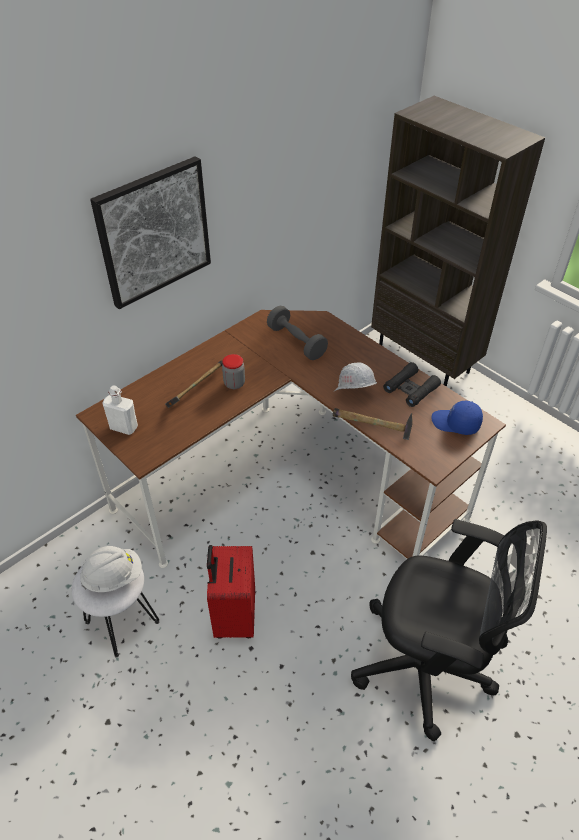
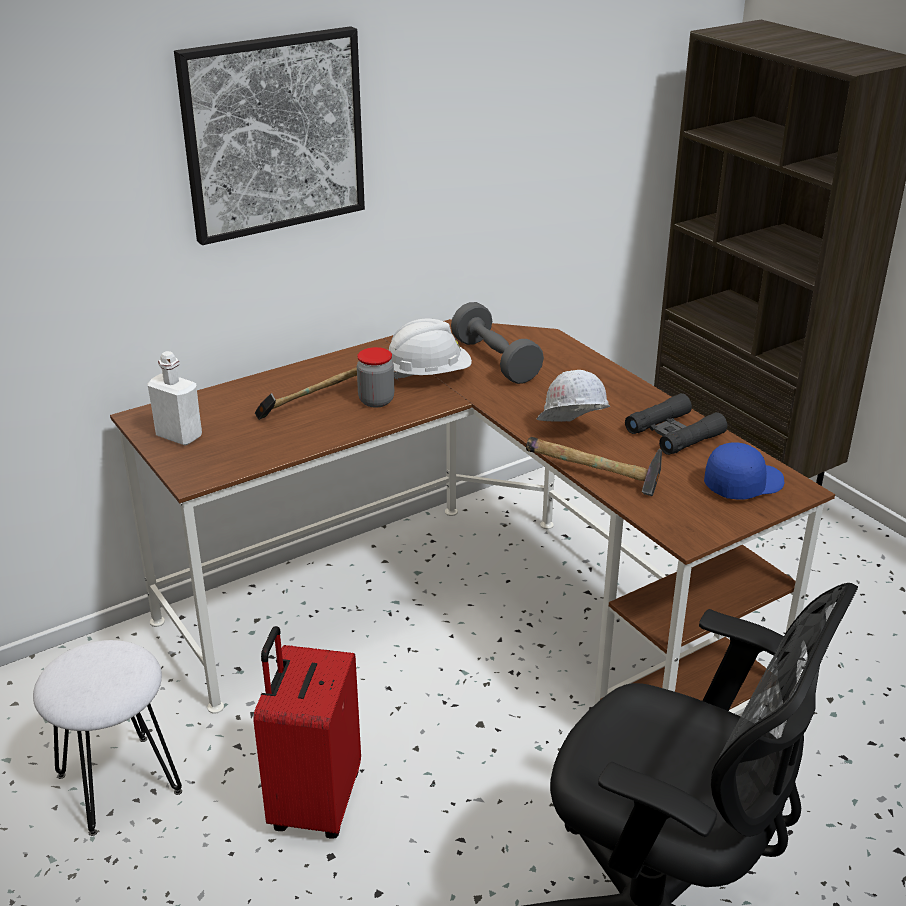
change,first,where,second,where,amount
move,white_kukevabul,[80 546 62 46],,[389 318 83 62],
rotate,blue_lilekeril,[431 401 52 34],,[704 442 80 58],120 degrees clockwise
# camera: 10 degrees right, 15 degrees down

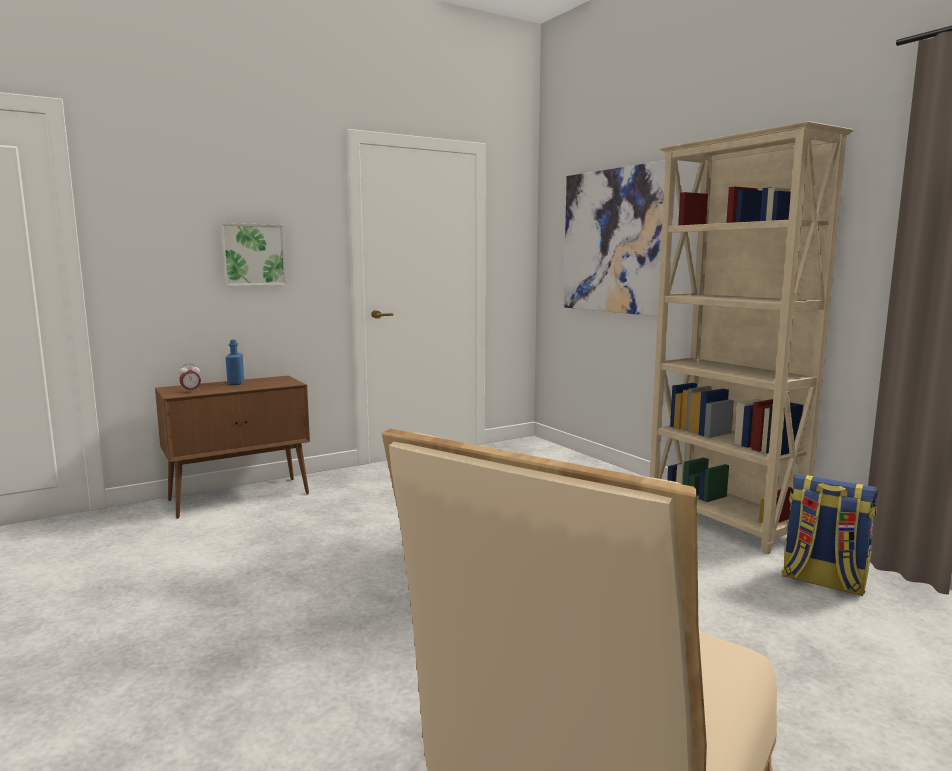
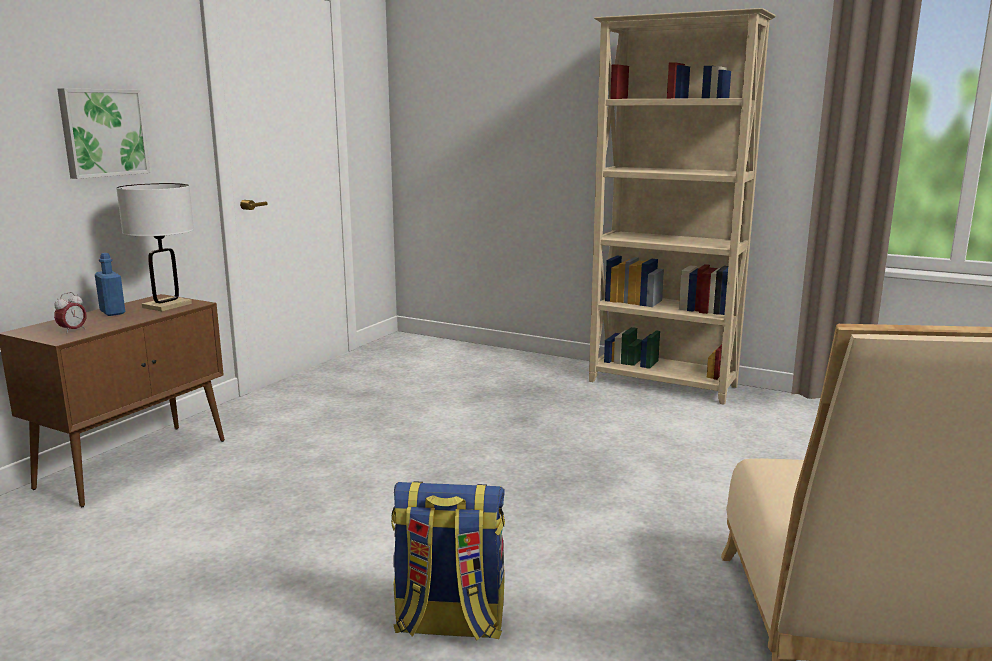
change,first,where,second,where,amount
insert,,,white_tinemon,[116 183 78 128],
move,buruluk,[781 474 97 122],,[391 481 114 159],
delete,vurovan,[563 160 102 156],,,
# camera: 30 degrees left, 5 degrees up

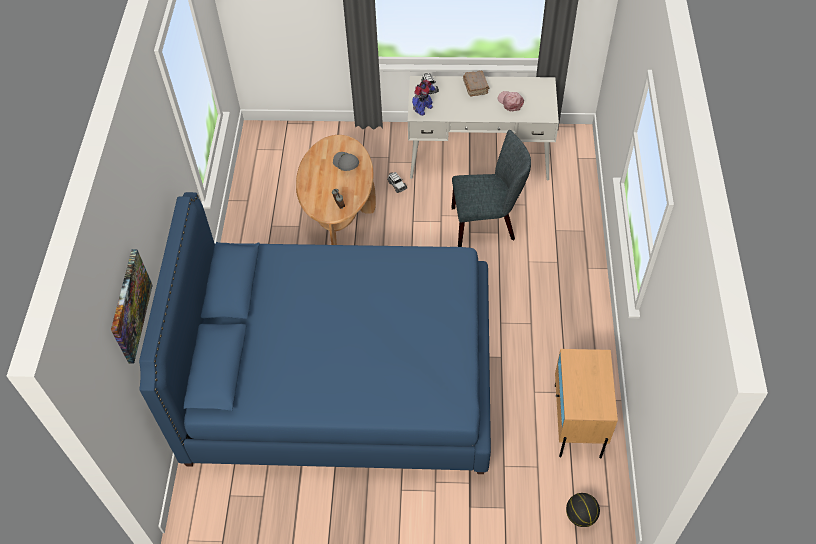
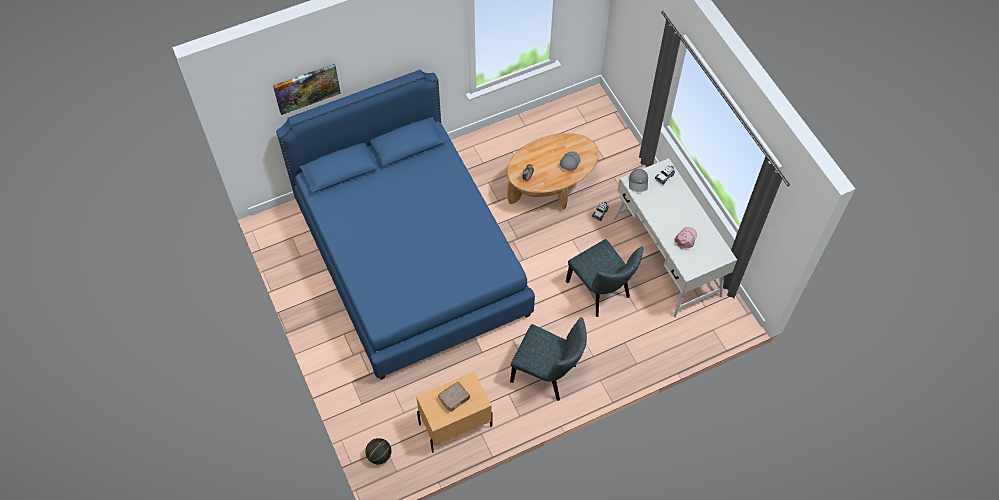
change,first,where,second,where,amount
move,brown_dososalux,[463 71 26 25],,[438 382 32 30],
insert,,,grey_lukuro,[510 317 77 84],
replace,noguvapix,[412 80 25 36],grey_lilekeril,[629 169 19 23],
# camera: 60 degrees right, 5 degrees up

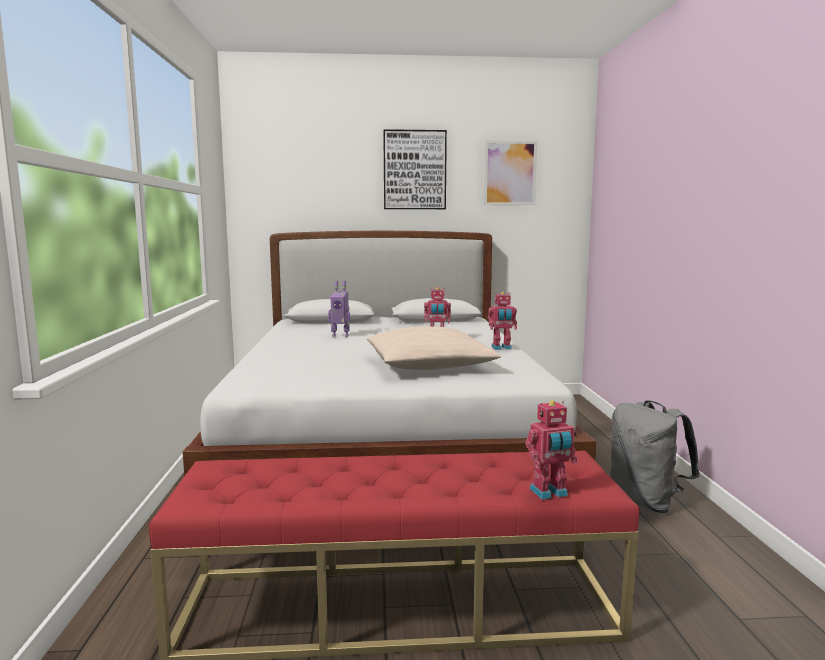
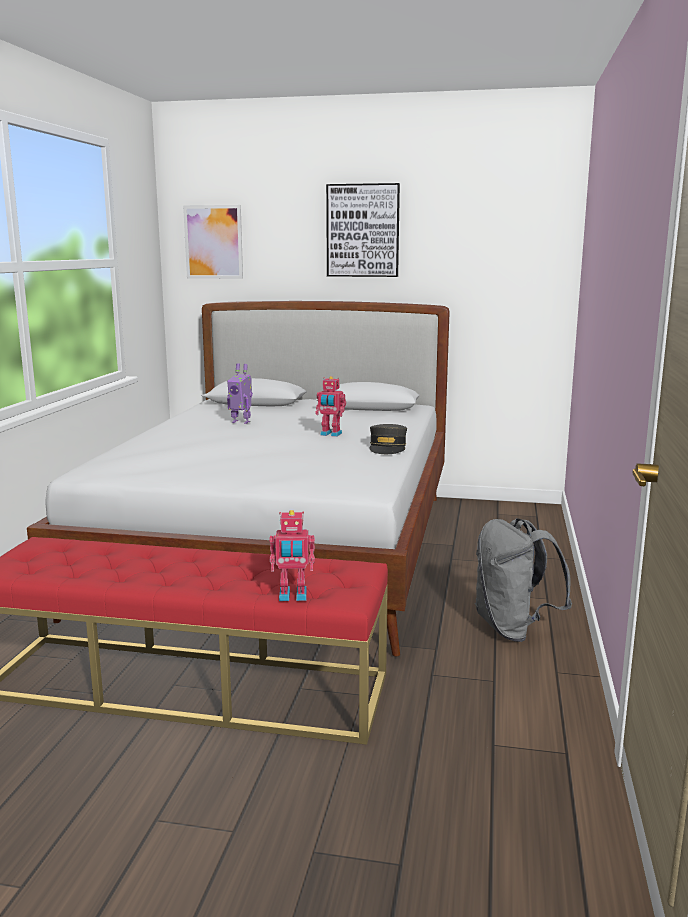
change,first,where,second,where,amount
move,vurovan,[484 140 53 65],,[183 205 60 74],
replace,noguvapix,[488 292 29 58],grey_lilekeril,[369 424 38 30],
delete,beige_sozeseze,[367 326 134 44],,,
# camera: 15 degrees right, 5 degrees up

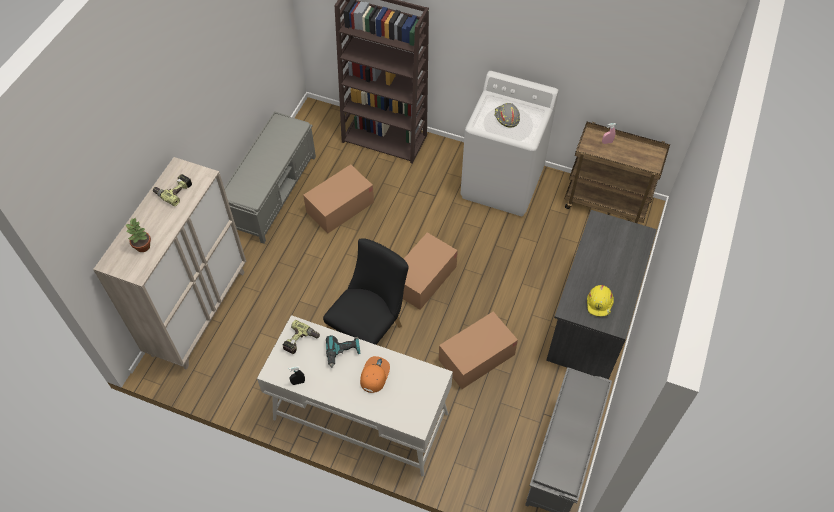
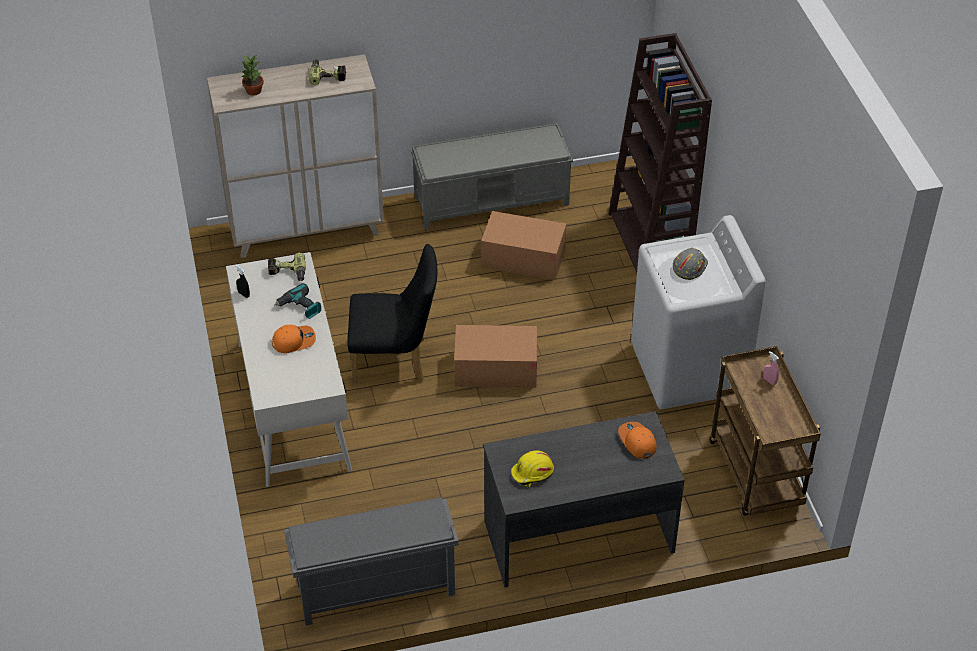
change,first,where,second,where,amount
insert,,,orange_lilekeril,[618 422 39 37],
delete,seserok,[439 312 79 77],,,
# camera: 55 degrees right, 10 degrees down

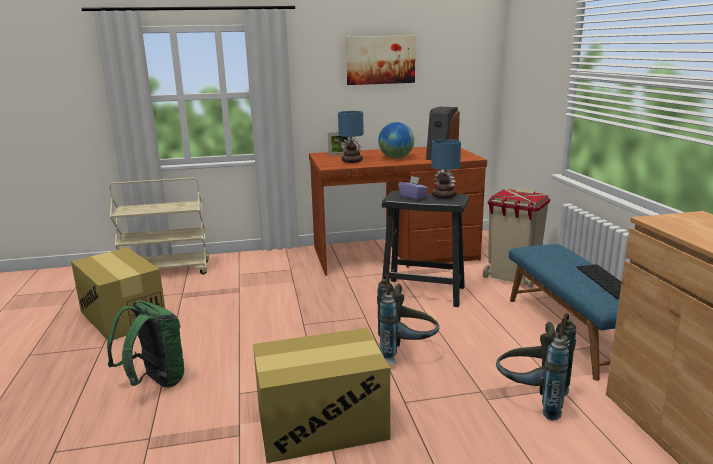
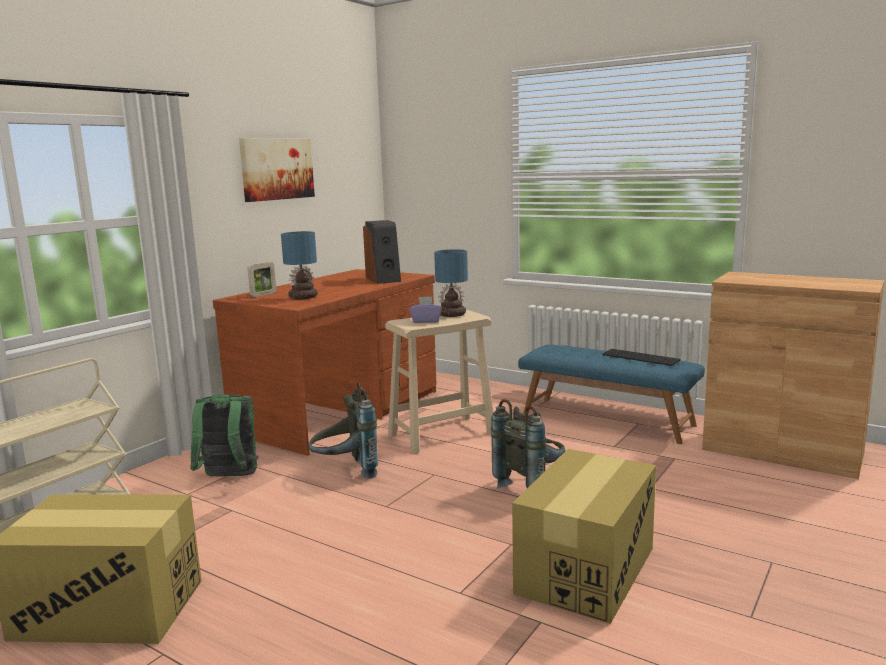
change,first,where,second,where,amount
move,green_buruluk,[107 301 77 87],,[190 394 68 83],
move,grey_buruluk,[496 313 80 108],,[308 382 70 97],
recolor,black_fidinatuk,[382 191 87 116],beige_fidinatuk,[385 310 108 144],
delete,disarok,[378 122 36 37],,,
delete,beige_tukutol,[483 189 67 99],,,
# camera: 45 degrees left, 5 degrees down

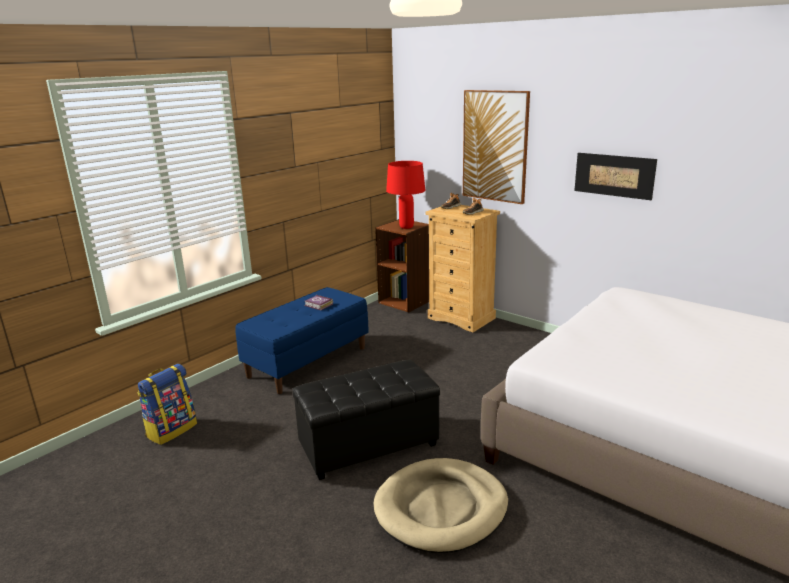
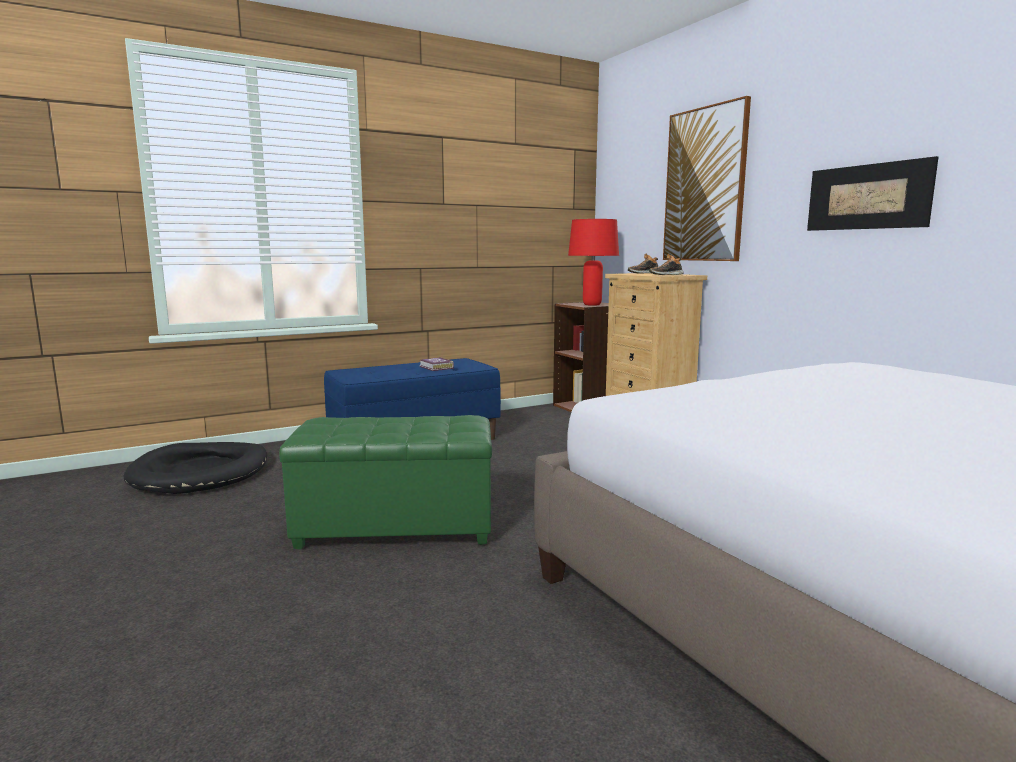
change,first,where,second,where,amount
replace,buruluk,[137 364 60 81],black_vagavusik,[124 442 143 52],
recolor,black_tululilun,[292 360 148 120],green_tululilun,[279 415 213 134],
delete,beige_vagavusik,[373 458 135 95],,,
# camera: 20 degrees right, 10 degrees down

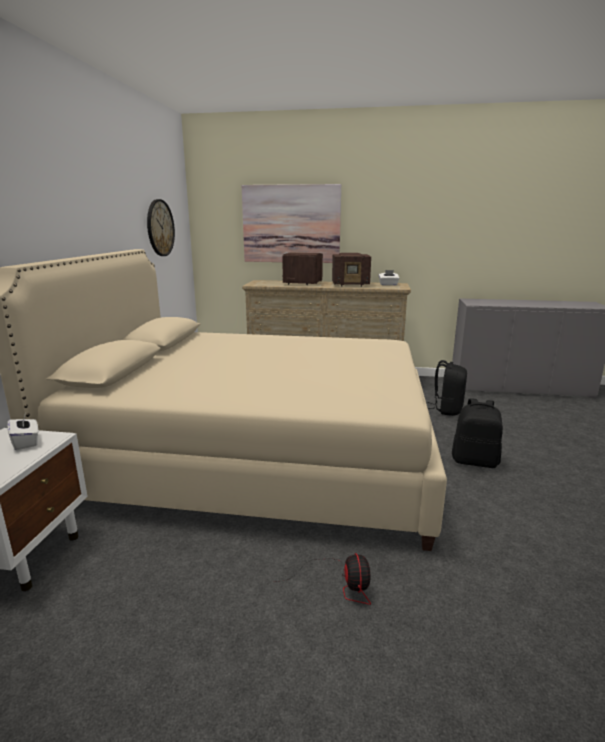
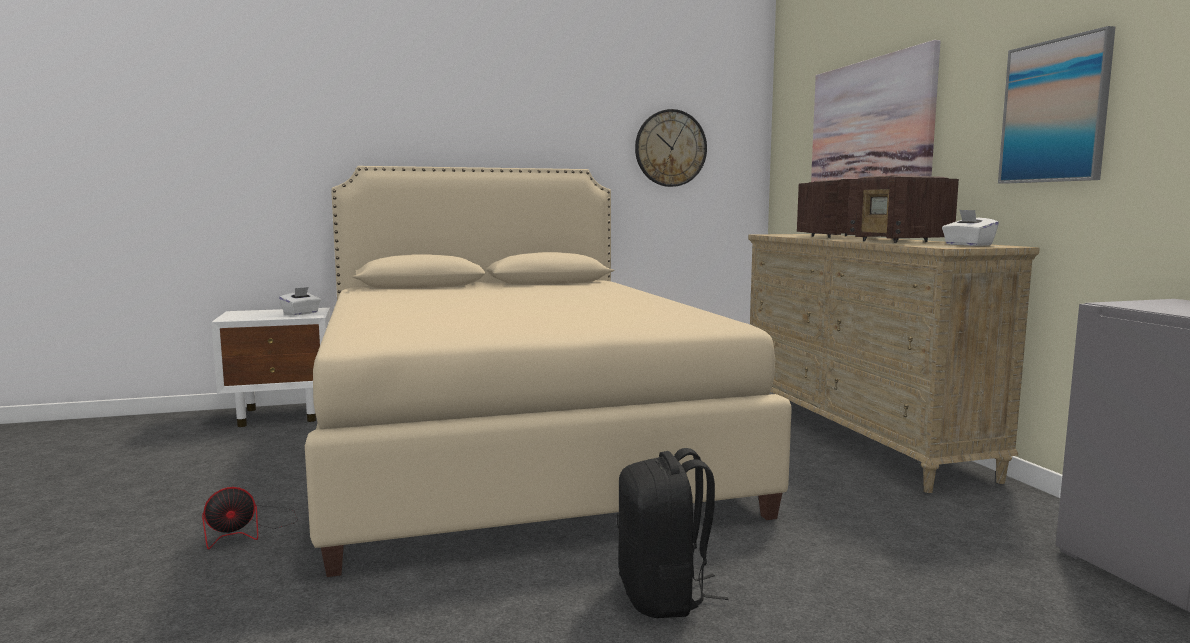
change,first,where,second,where,amount
insert,,,vurovan,[998 26 118 158],
delete,black_buruluk,[428 360 39 56],,,
# camera: 65 degrees right, 10 degrees down

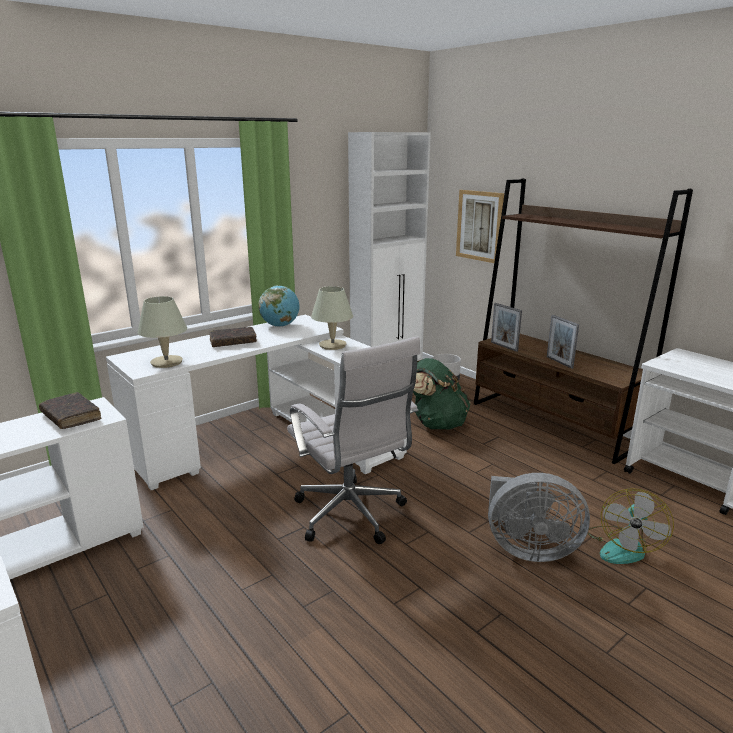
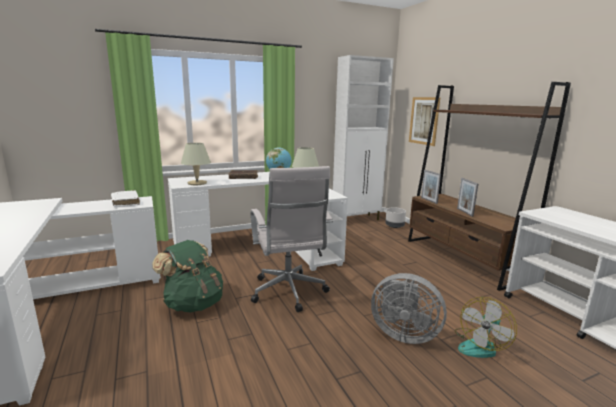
change,first,where,second,where,amount
recolor,brown_dososalux,[39 392 62 37],white_dososalux,[111 190 29 17],
move,green_buruluk,[413 358 58 71],,[152 240 71 72],
# camera: 15 degrees right, 5 degrees down

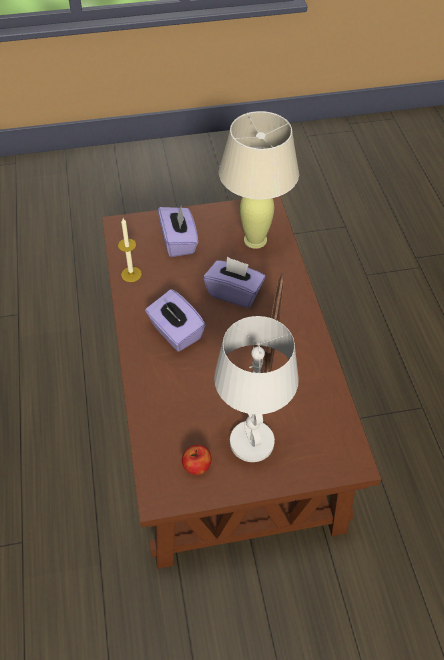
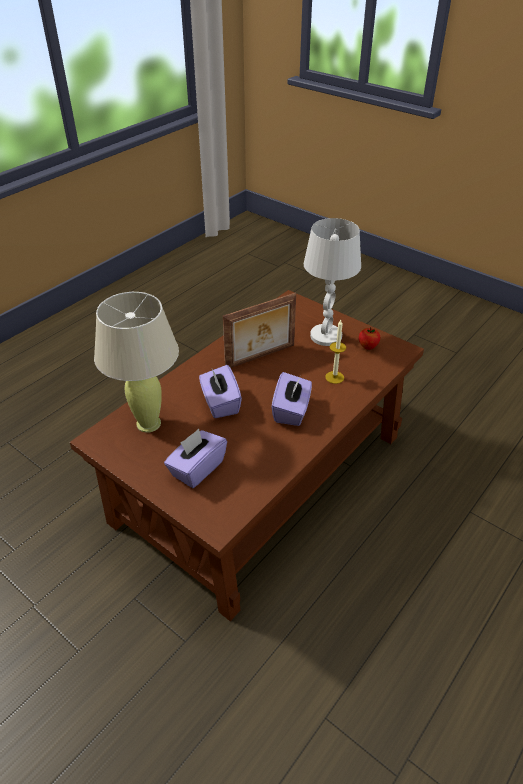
change,first,where,second,where,amount
move,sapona,[118 218 24 64],,[325 320 21 64],
# camera: 130 degrees left, 10 degrees down

